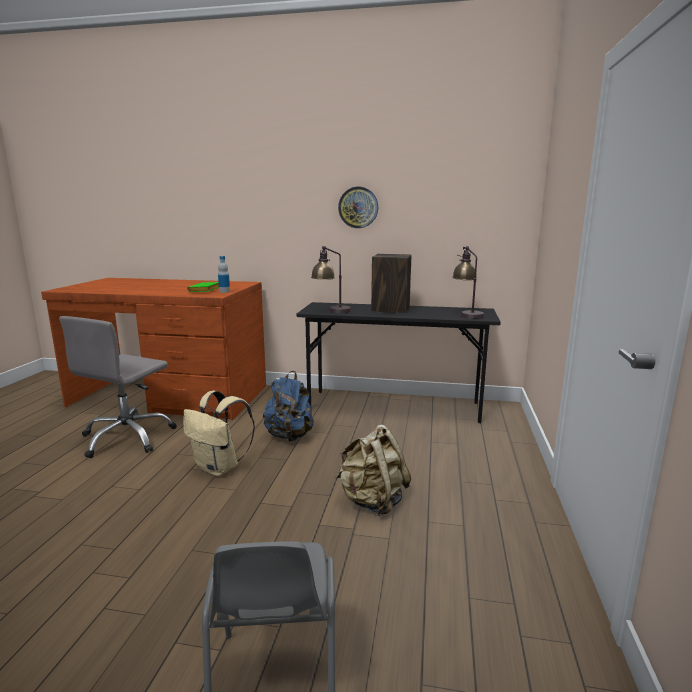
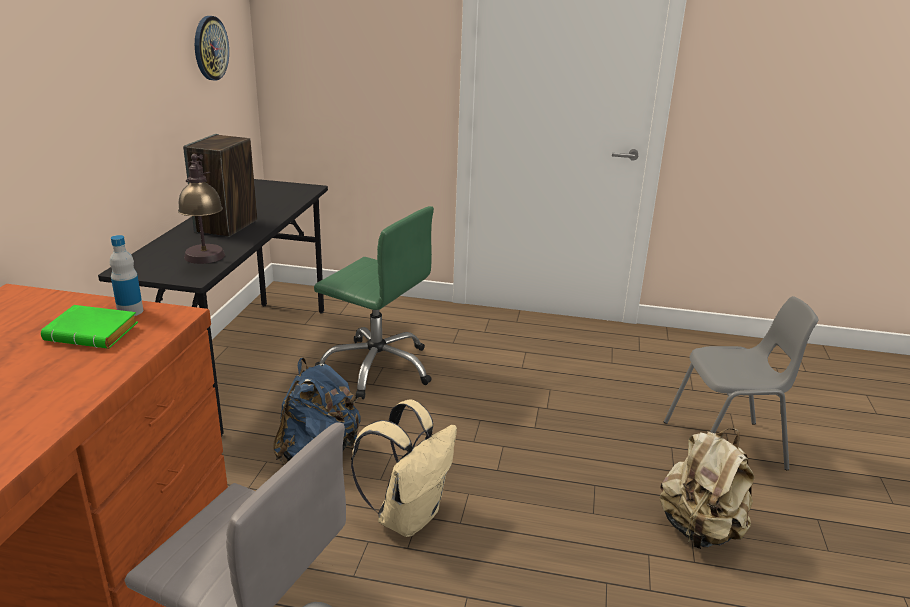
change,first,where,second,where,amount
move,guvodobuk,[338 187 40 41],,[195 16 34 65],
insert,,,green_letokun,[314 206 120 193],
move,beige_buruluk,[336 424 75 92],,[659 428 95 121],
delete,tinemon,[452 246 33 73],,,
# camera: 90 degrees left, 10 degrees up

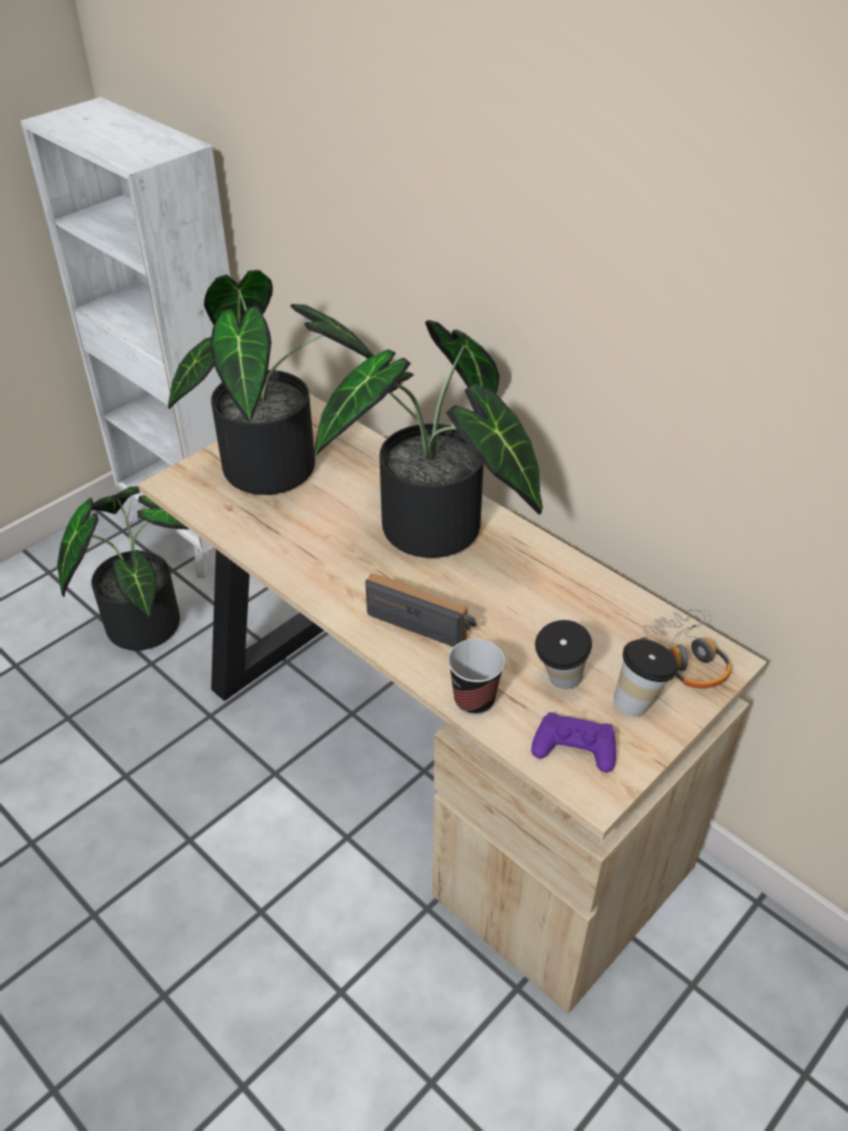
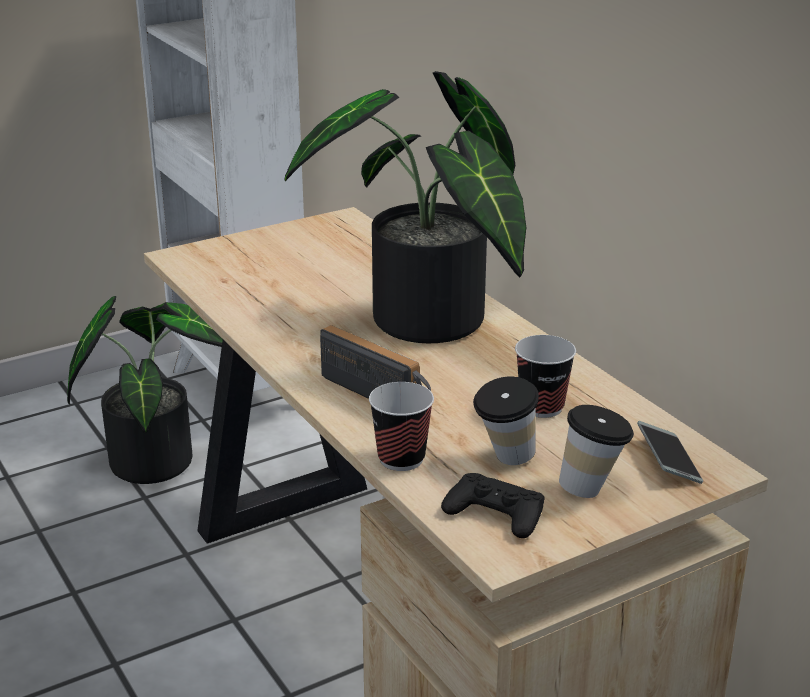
change,first,where,second,where,amount
recolor,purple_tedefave,[531 712 85 60],black_tedefave,[441 473 104 65],
insert,,,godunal,[515 335 61 83],
replace,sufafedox,[641 609 90 80],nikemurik,[637 421 66 63],
delete,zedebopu,[168 270 207 225],,,
# camera: 15 degrees right, 15 degrees down

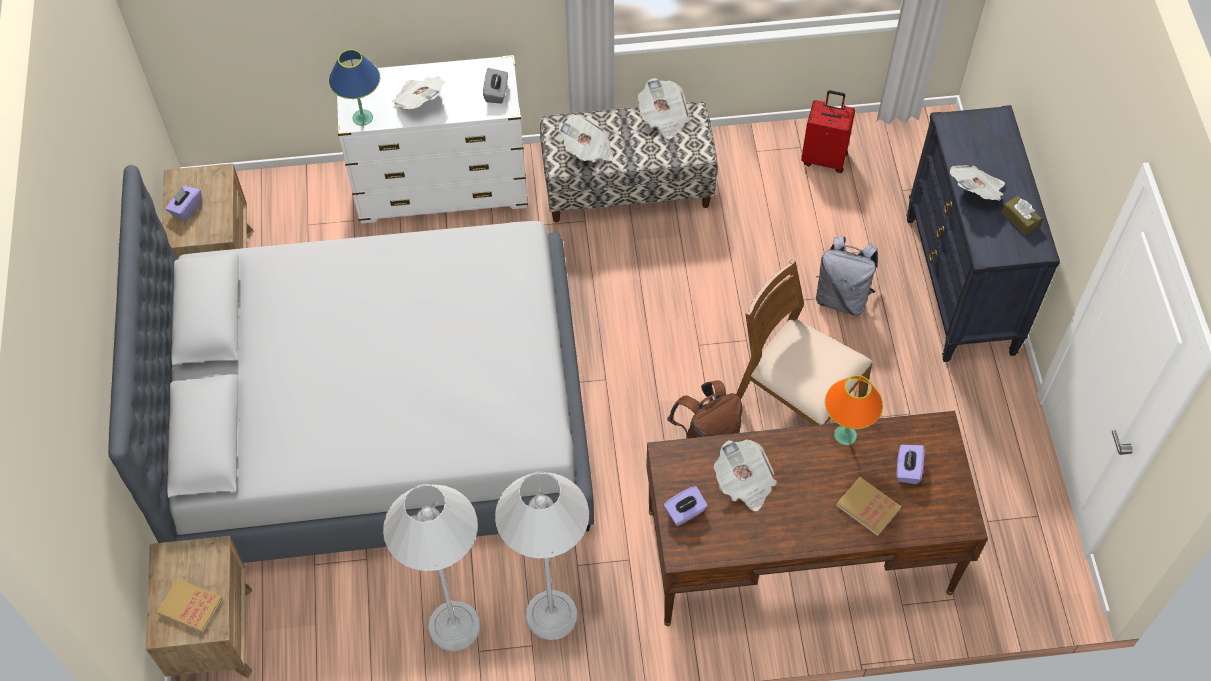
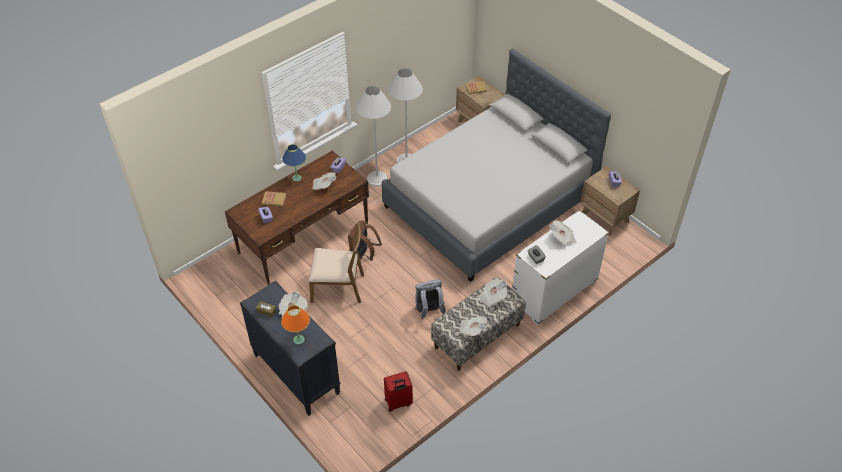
change,first,where,second,where,amount
move,orange_tinemon,[825 375 58 70],,[281 305 29 39],
move,blue_tinemon,[328 49 52 77],,[282 144 24 37],
move,grey_buruluk,[816 236 62 79],,[415 279 31 41],
# camera: 145 degrees right, 10 degrees down

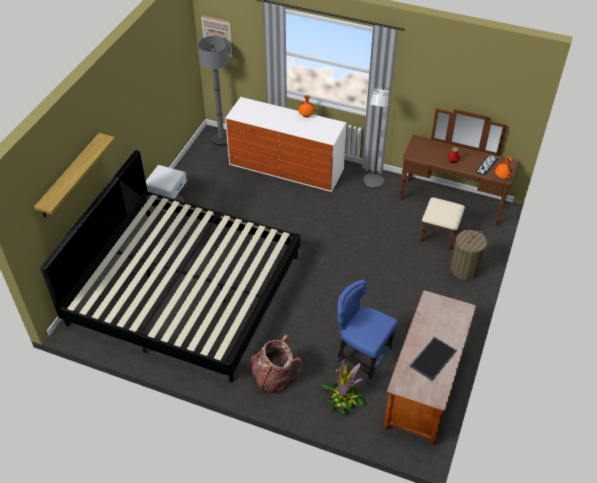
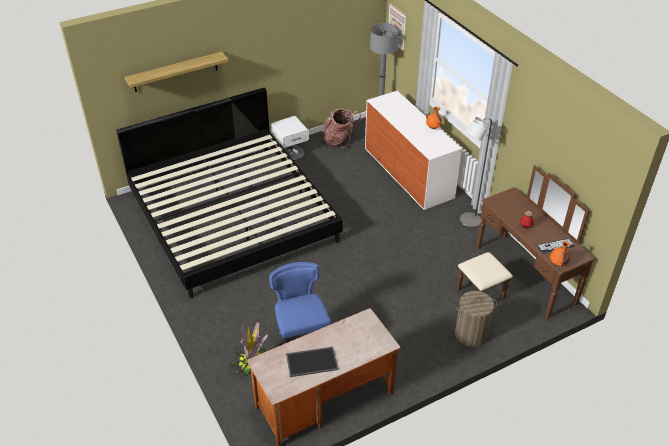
change,first,where,second,where,amount
move,buruluk,[251 334 51 59],,[322 109 39 39],
# camera: 40 degrees right, 5 degrees down

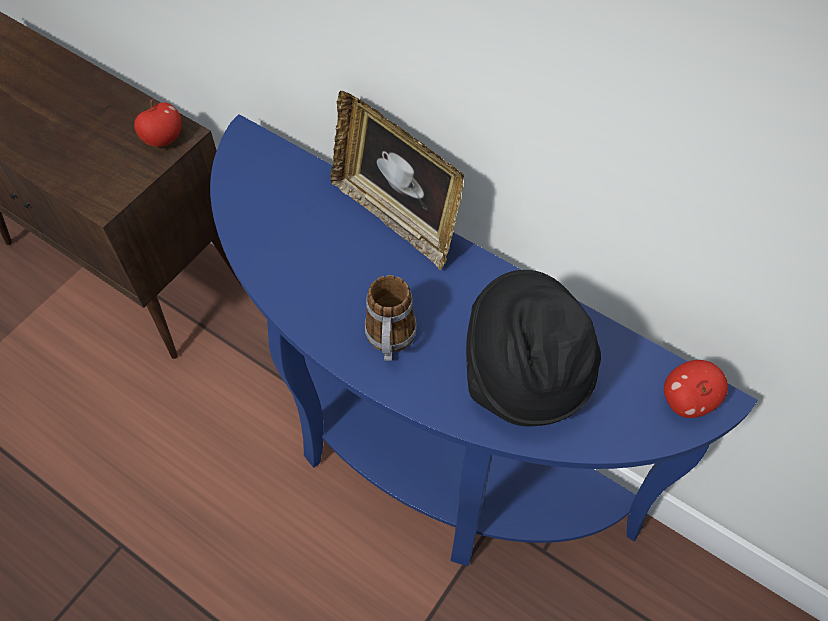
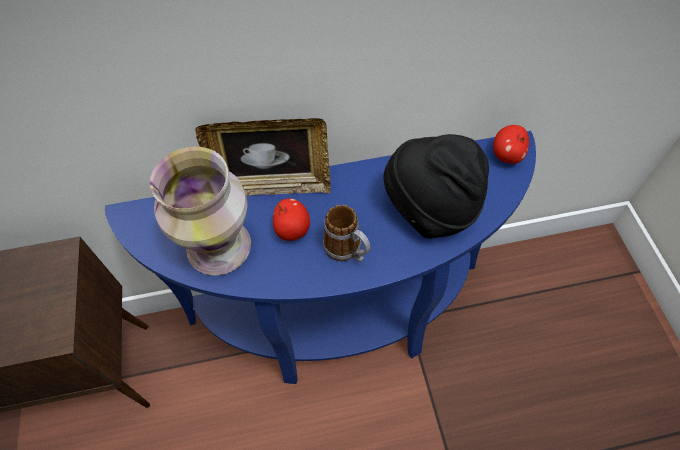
change,first,where,second,where,amount
insert,,,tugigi,[150 147 101 128],
move,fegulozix,[134 99 48 48],,[273 199 37 42],
# camera: 45 degrees left, 0 degrees up

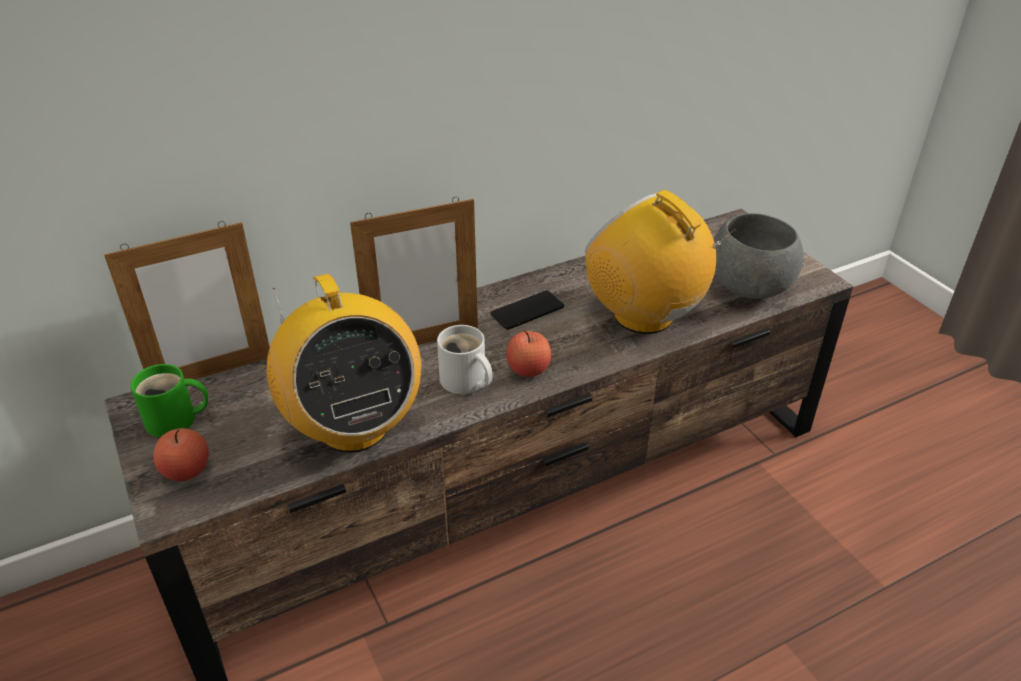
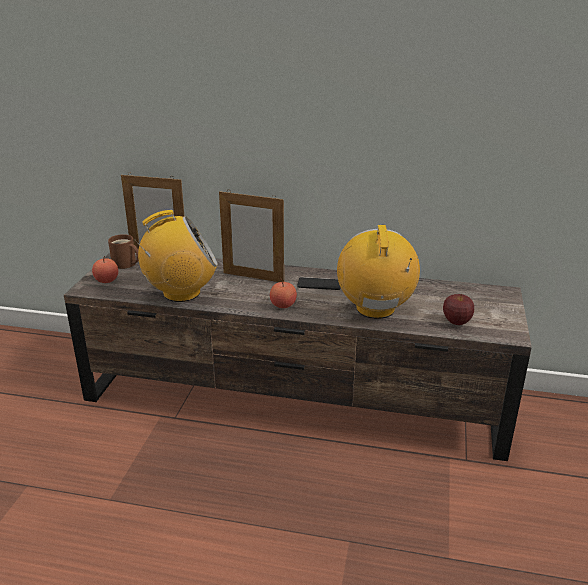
change,first,where,second,where,amount
recolor,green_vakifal,[130 364 78 73],brown_vakifal,[108 234 31 35],
rotate,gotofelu,[266 274 155 178],,[134 210 84 92],120 degrees counterclockwise
replace,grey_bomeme,[714 213 89 86],fegulozix,[443 294 31 31],
delete,white_vakifal,[437 325 56 69],,,
# camera: 40 degrees right, 10 degrees down

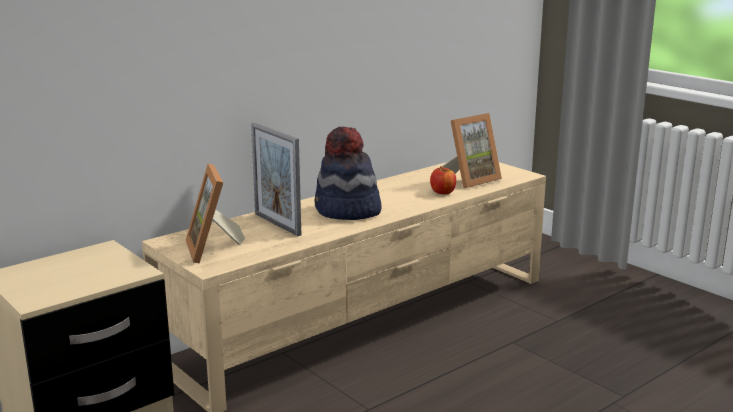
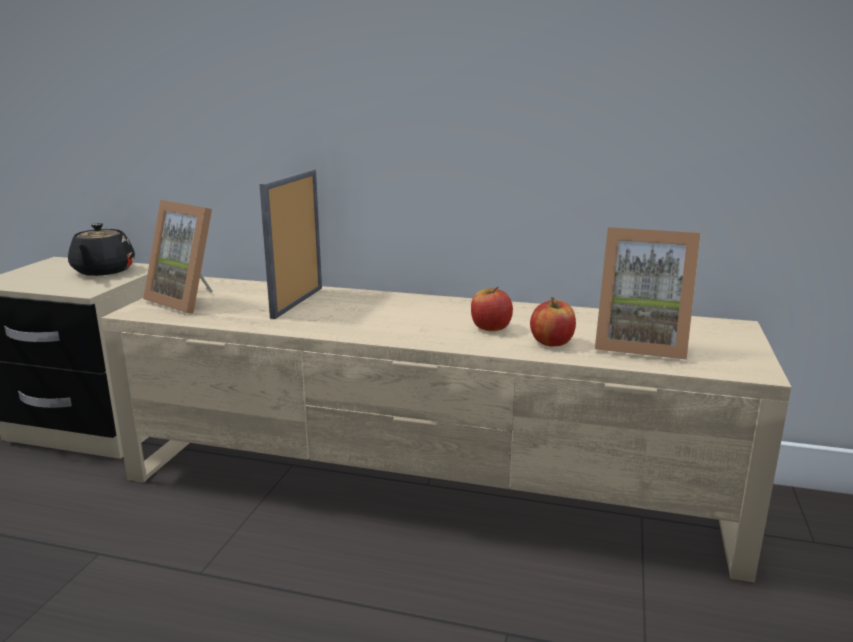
change,first,where,second,where,amount
insert,,,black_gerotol,[68 223 67 53],
rotate,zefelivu,[186 164 59 99],,[143 200 70 114],90 degrees counterclockwise
insert,,,fegulozix,[471 287 42 44],
delete,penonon,[314 127 67 93],,,
# camera: 55 degrees right, 0 degrees up

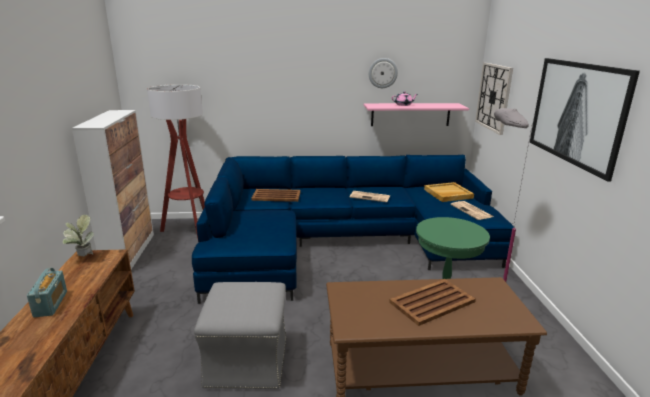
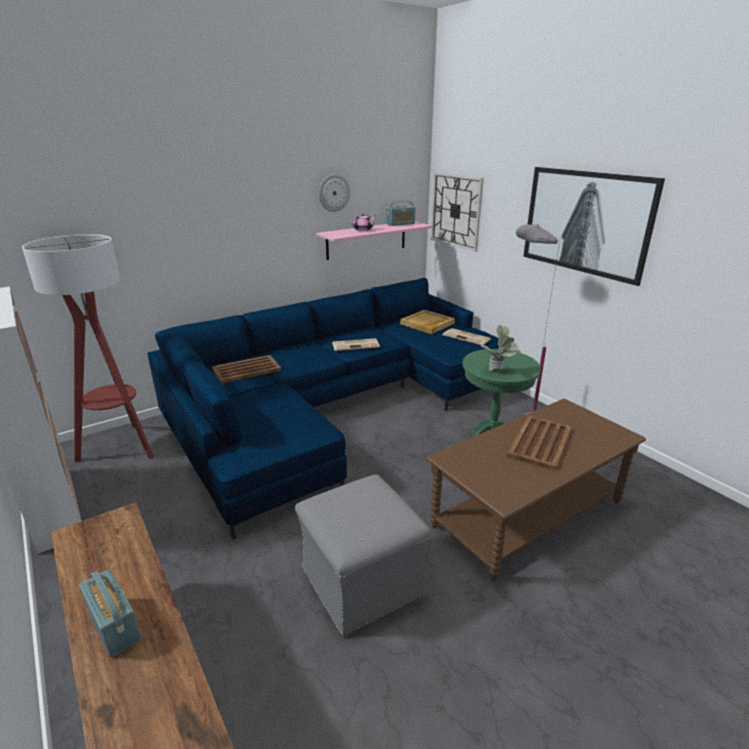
change,first,where,second,where,amount
insert,,,gotofelu,[386 201 30 25],
move,zedebopu,[63 215 31 41],,[481 325 38 46],
# camera: 30 degrees left, 5 degrees up

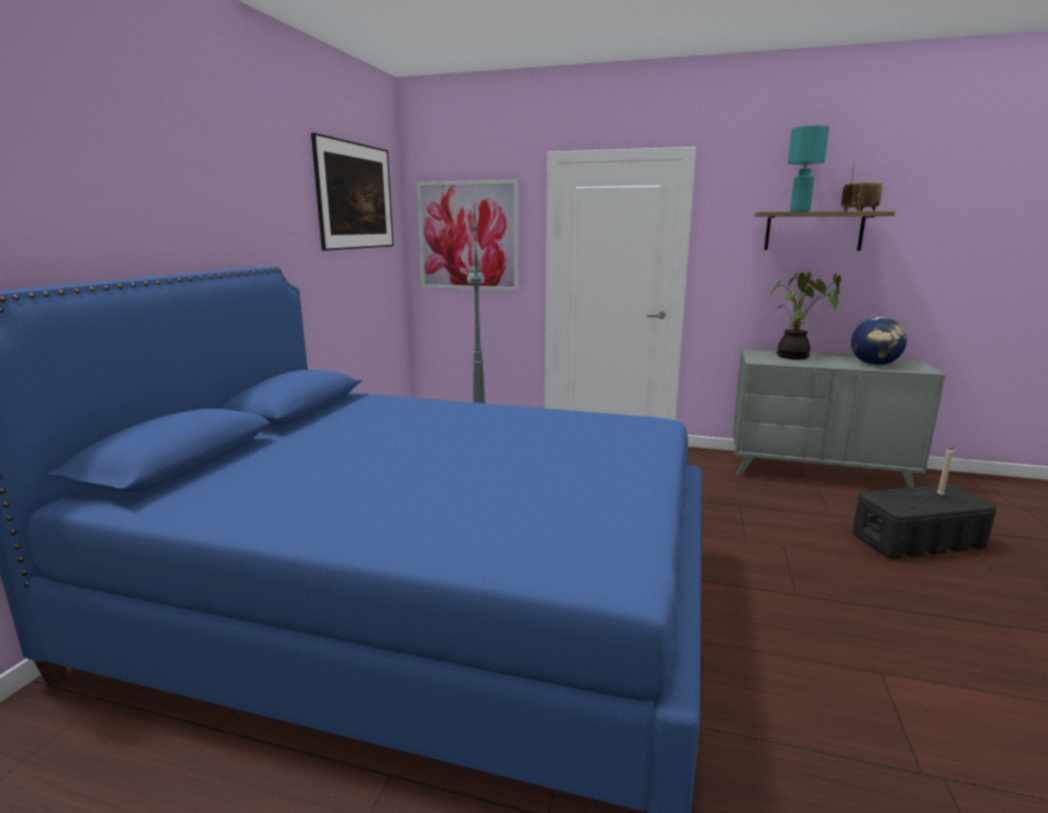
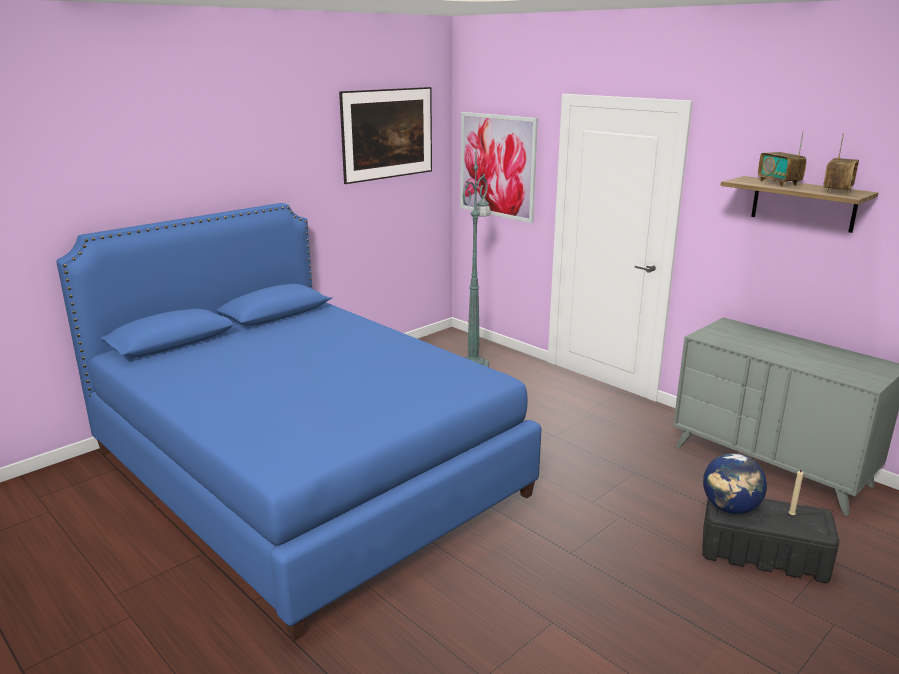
change,first,where,second,where,amount
move,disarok,[851 317 56 49],,[703 453 64 61],
replace,turquoise_tinemon,[788 125 41 87],gotofelu,[758 131 49 56],
delete,zedebopu,[769 272 72 87],,,
# camera: 30 degrees right, 5 degrees up

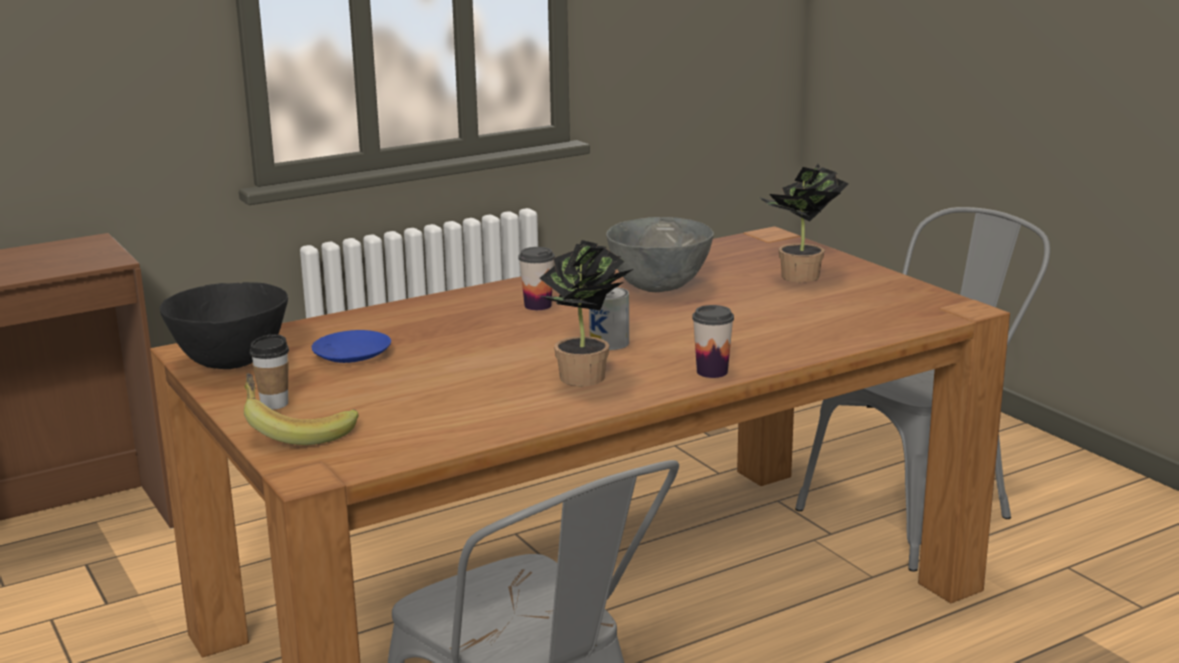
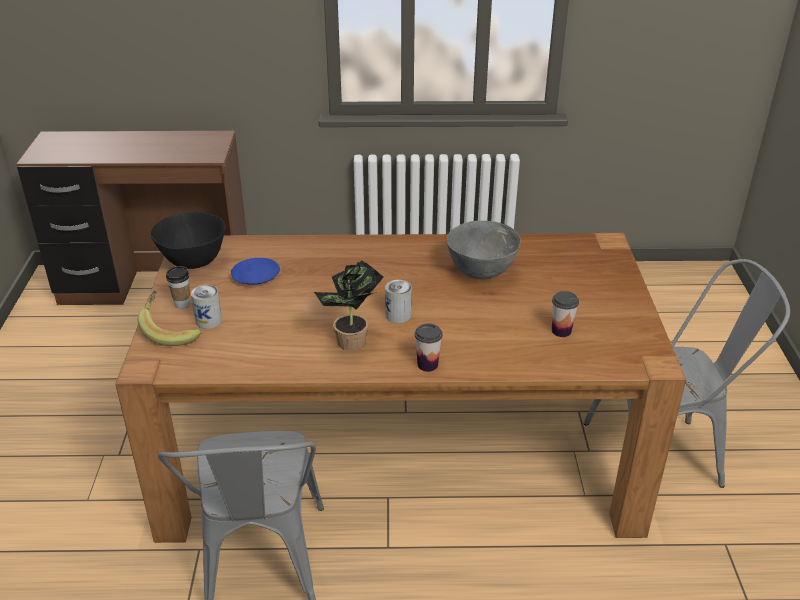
change,first,where,second,where,amount
insert,,,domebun,[191 285 31 44],
move,godunal,[518 247 37 63],,[552 291 27 46],
delete,zedebopu,[759 164 90 119],,,
# camera: 30 degrees right, 15 degrees up

